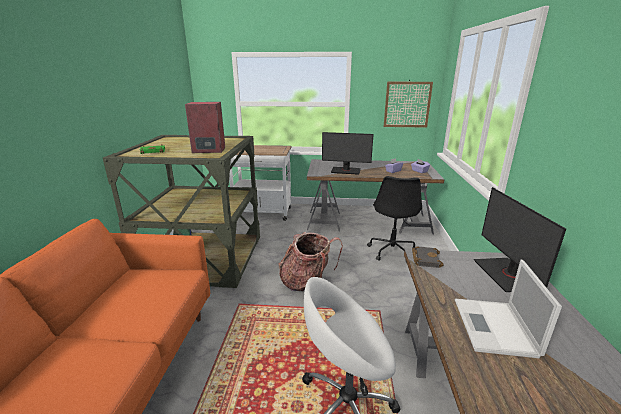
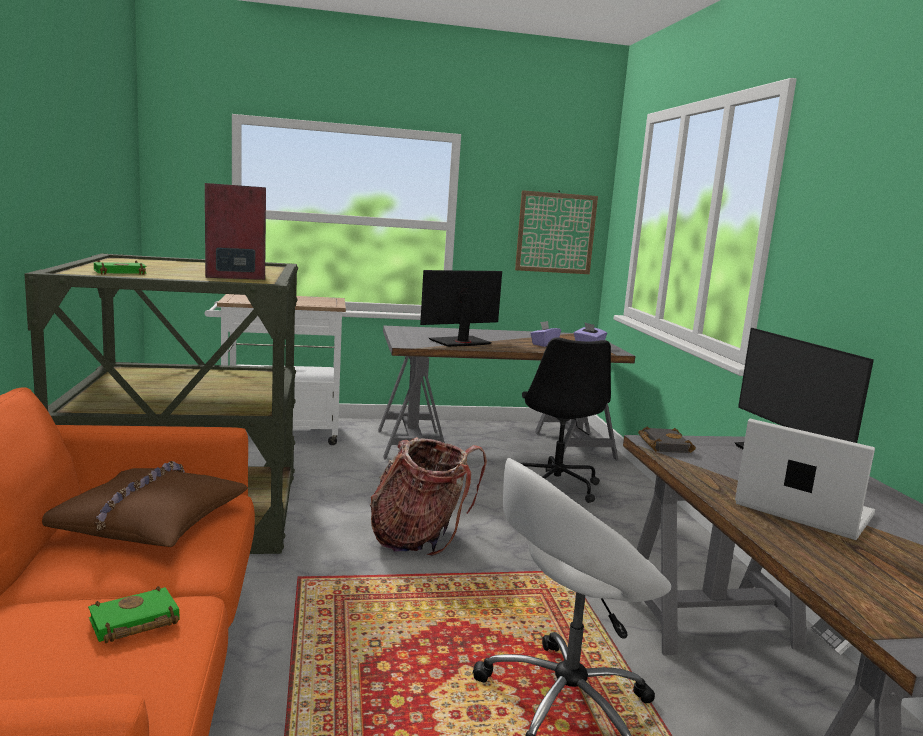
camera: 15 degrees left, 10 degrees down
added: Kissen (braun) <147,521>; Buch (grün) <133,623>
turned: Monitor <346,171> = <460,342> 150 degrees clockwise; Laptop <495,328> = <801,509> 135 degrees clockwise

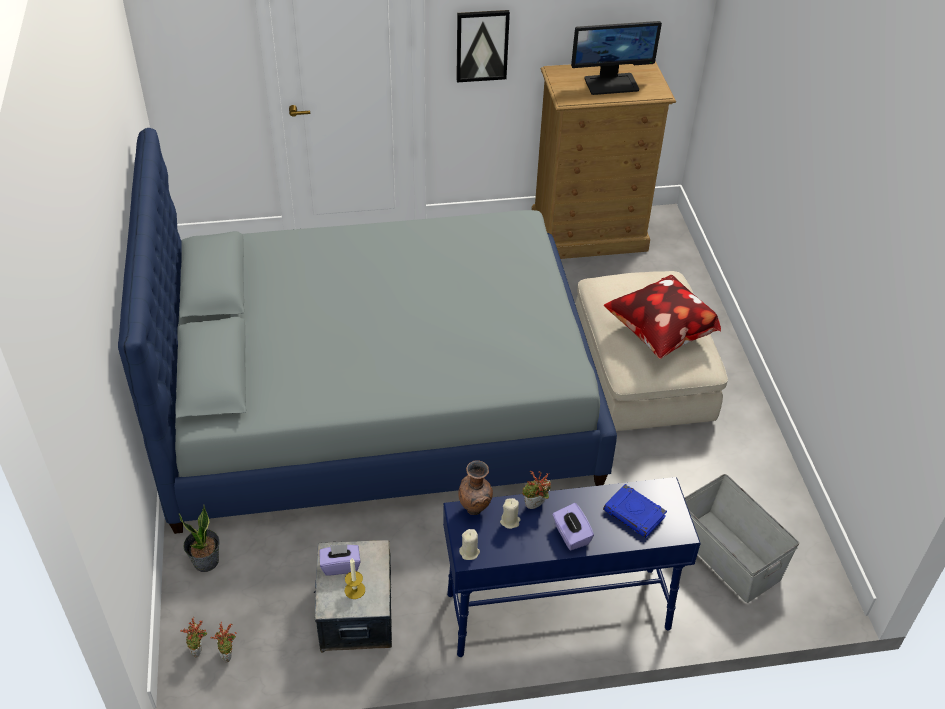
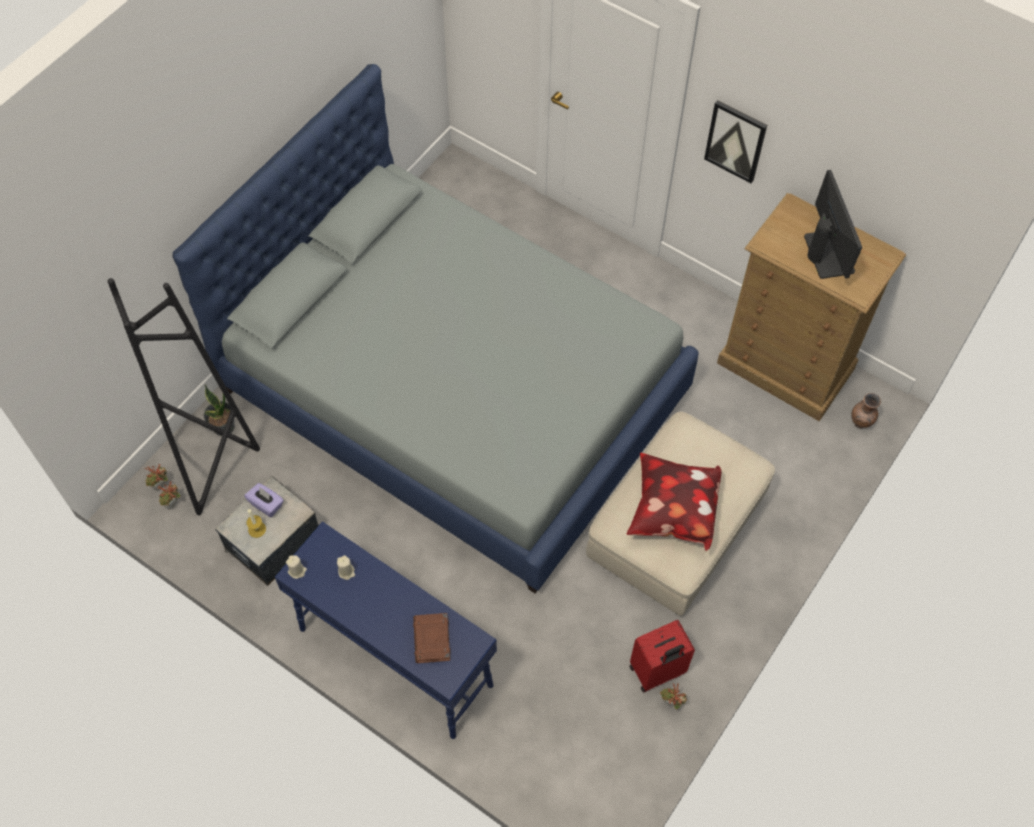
camera: 45 degrees right, 15 degrees up
removed: Taschentuchbox (lila) <571,535>; Aufbewahrungsbox (grau) <728,555>
added: Kleiderständer (schwarz) <210,467>; Koffer (rot) <657,671>
moved: Topfpflanze <535,507> to <670,704>; Vase (braun) <475,510> to <860,424>
recoloured: Buch (blau) <635,514> to Buch (braun) <432,640>
turned: Monitor <611,83> = <827,254> 135 degrees counterclockwise

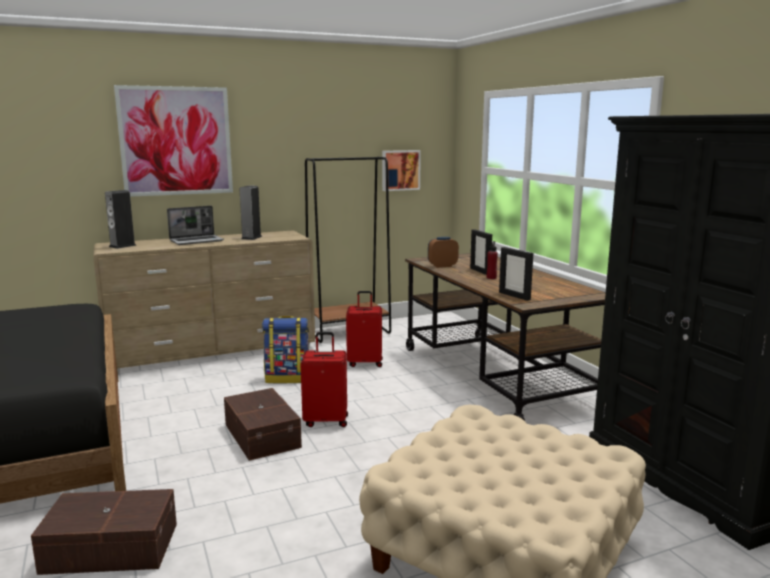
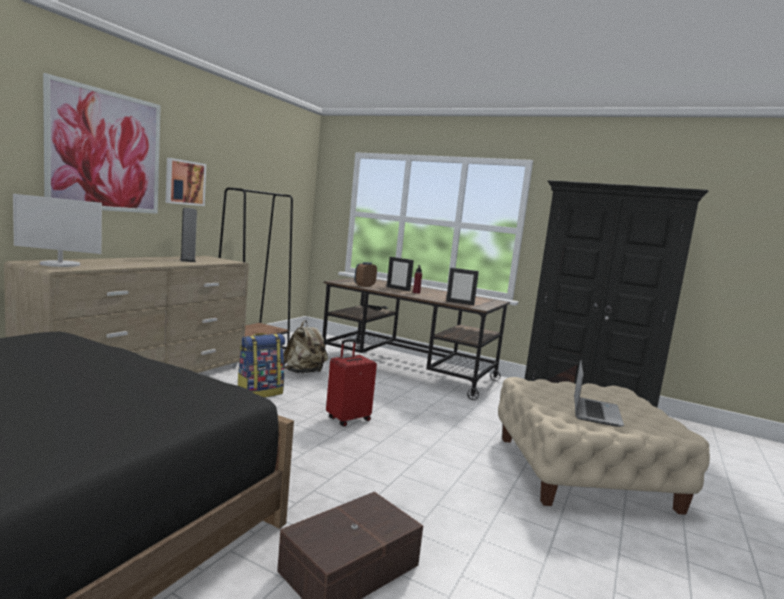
camera: 40 degrees left, 5 degrees down
removed: Aufbewahrungsbox (braun) <263,435>
moved: Bild <400,170> to <184,182>; Laptop <197,241> to <595,412>
replaced: Lautsprecher <122,246> to Monitor <60,264>; Koffer (rot) <365,363> to Rucksack (beige) <304,372>

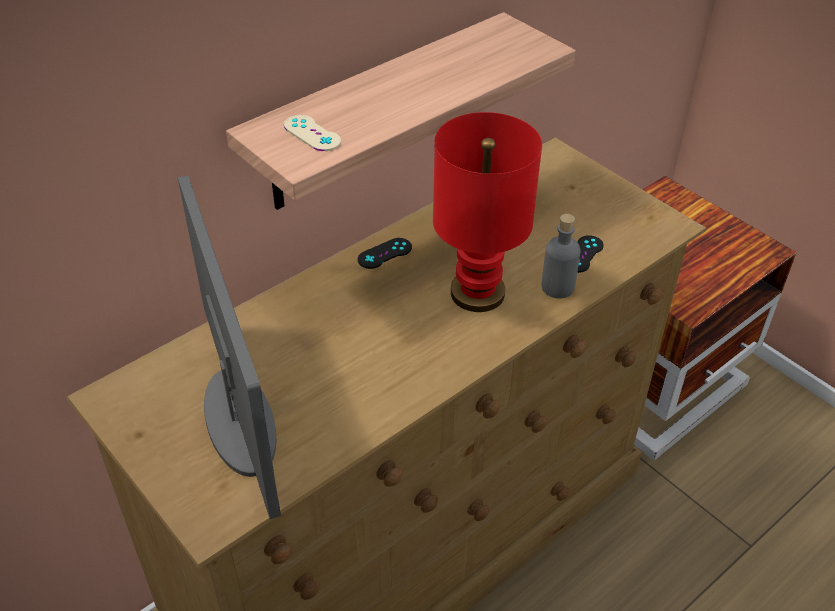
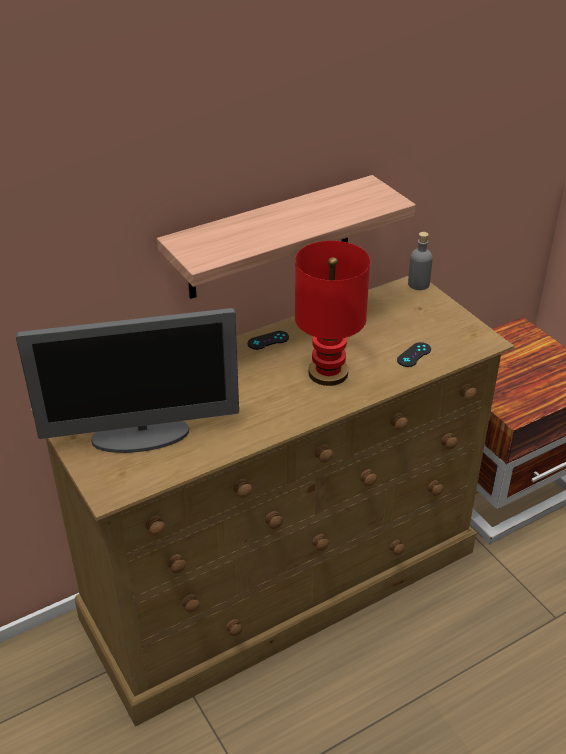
camera: 10 degrees right, 5 degrees down
removed: Gamepad (beige) <312,133>
moved: Flasche (grau) <557,287> to <418,284>
turned: Monitor <239,420> = <141,436> 90 degrees clockwise

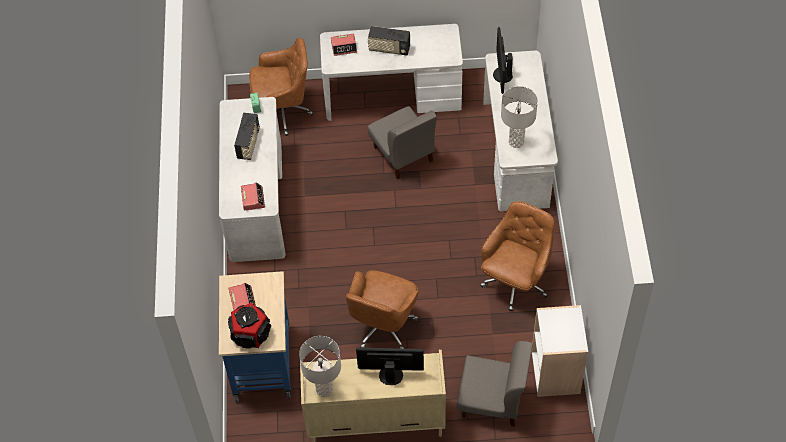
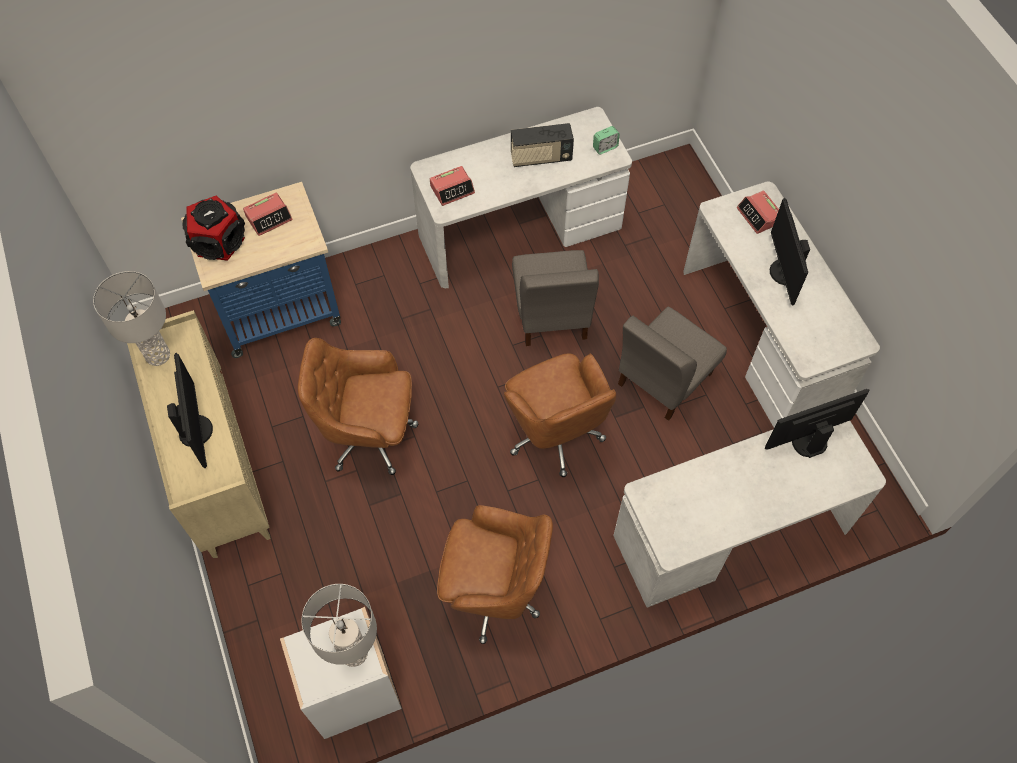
camera: 70 degrees right, 5 degrees up
moved: Tischlampe (weiß) <516,142> to <353,653>; Bürostuhl (braun) <283,111> to <555,434>; Stuhl (grau) <492,401> to <551,314>
replaced: Radio <389,49> to Monitor <783,272>

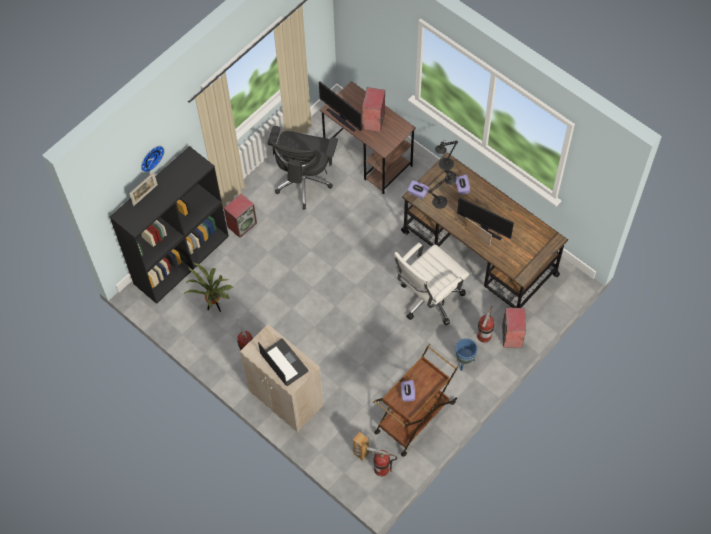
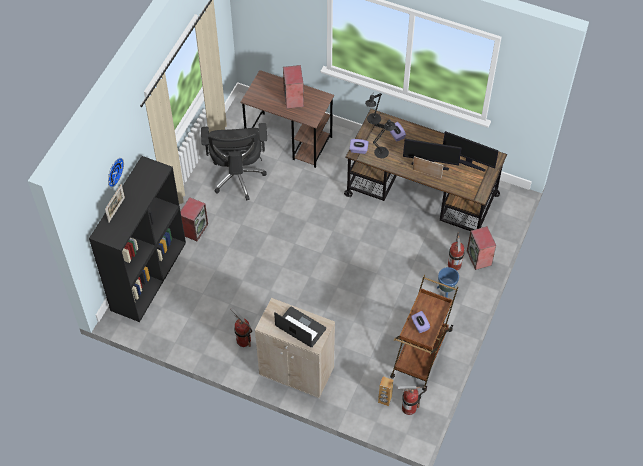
camera: 20 degrees left, 5 degrees down
removed: Topfpflanze <215,308>; Bürostuhl (weiß) <429,300>
moved: Monitor <341,119> to <468,163>

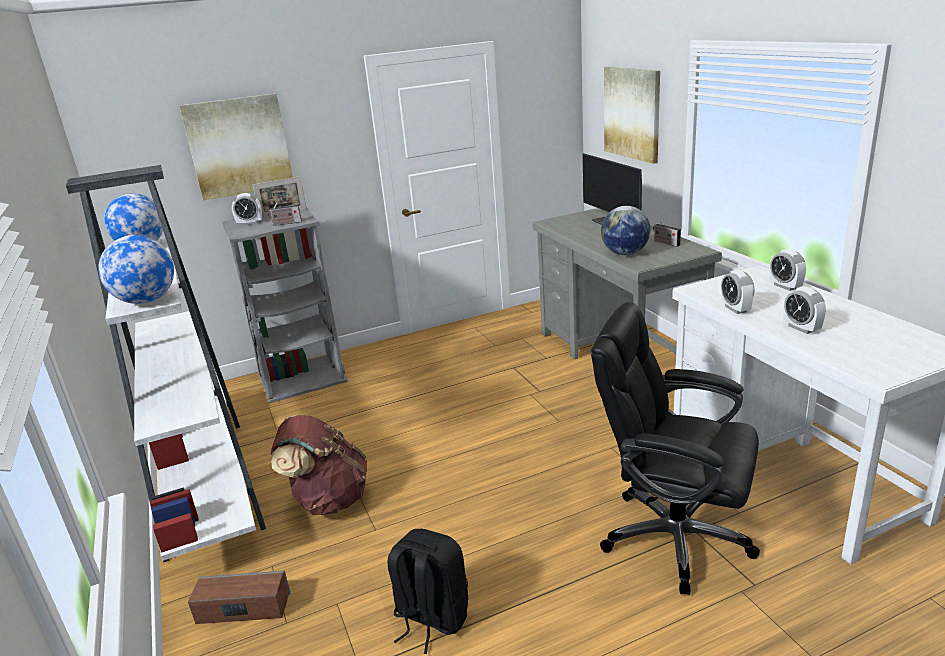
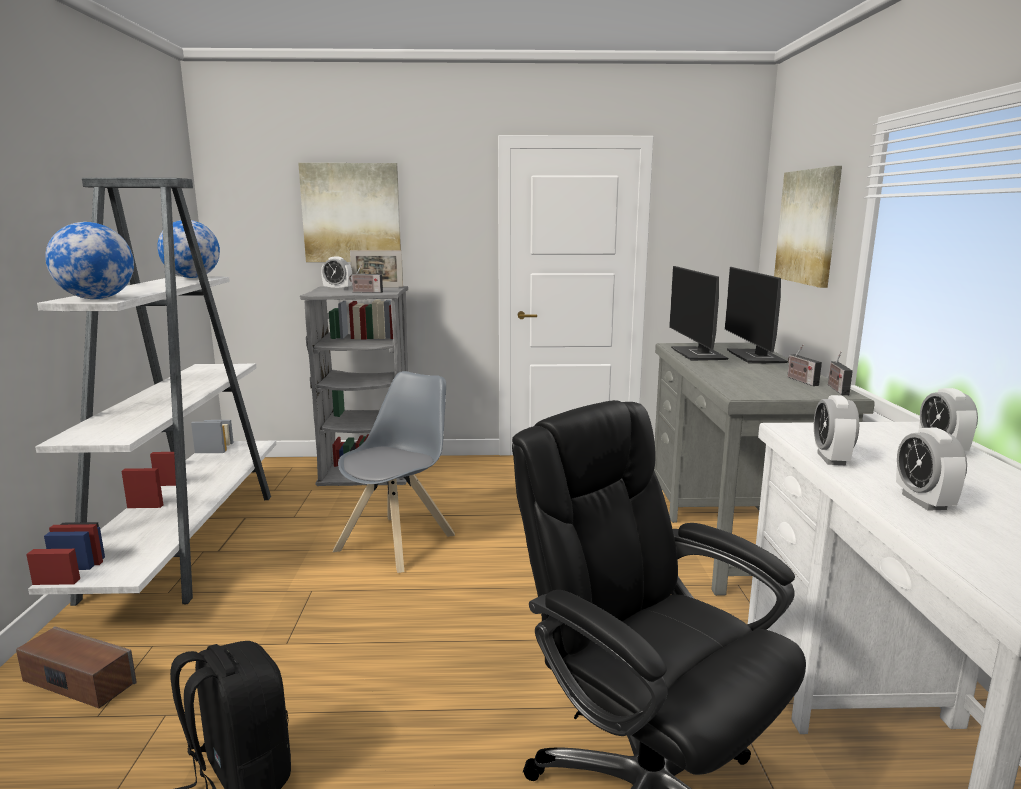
camera: 20 degrees right, 10 degrees down
removed: Rucksack (braun) <328,499>; Globus <625,253>
added: Stuhl (grau) <398,541>; Monitor <699,354>; Radio <836,389>

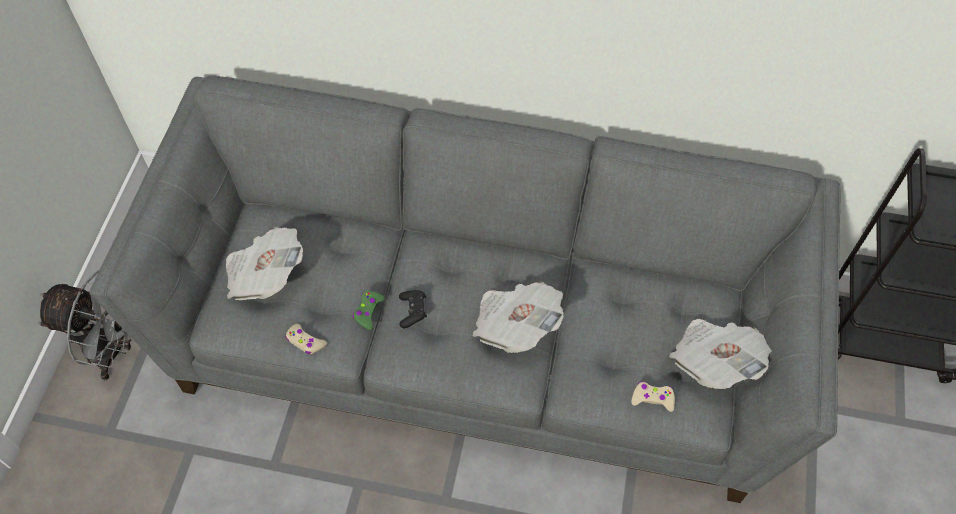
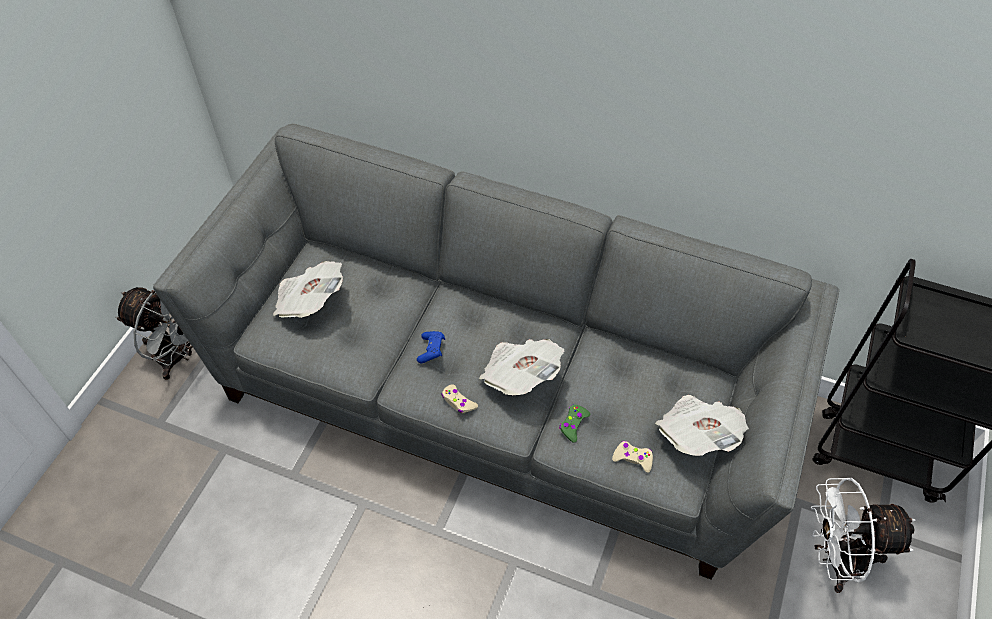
camera: 10 degrees right, 5 degrees down
added: Ventilator (weiß) <835,560>
moved: Gamepad (beige) <305,342> to <458,402>; Gamepad (grün) <368,311> to <573,424>
recoloured: Gamepad (schwarz) <413,311> to Gamepad (blau) <431,350>

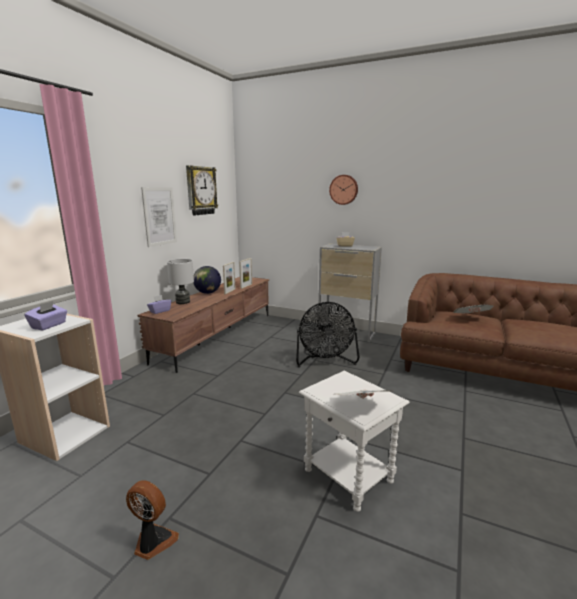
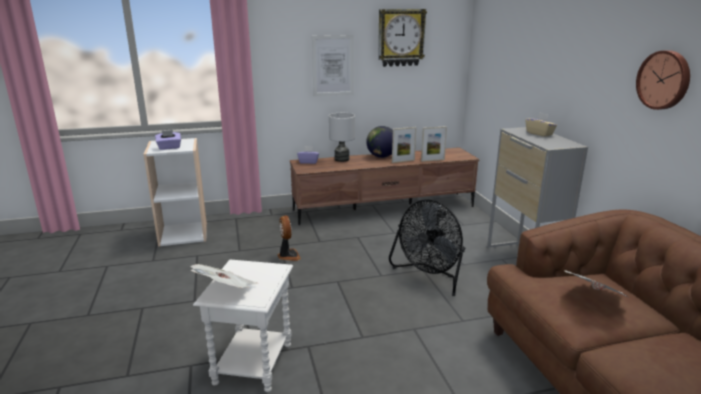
camera: 50 degrees right, 5 degrees up
moved: Ventilator <153,542> to <288,256>; Wanduhr <344,189> to <664,80>

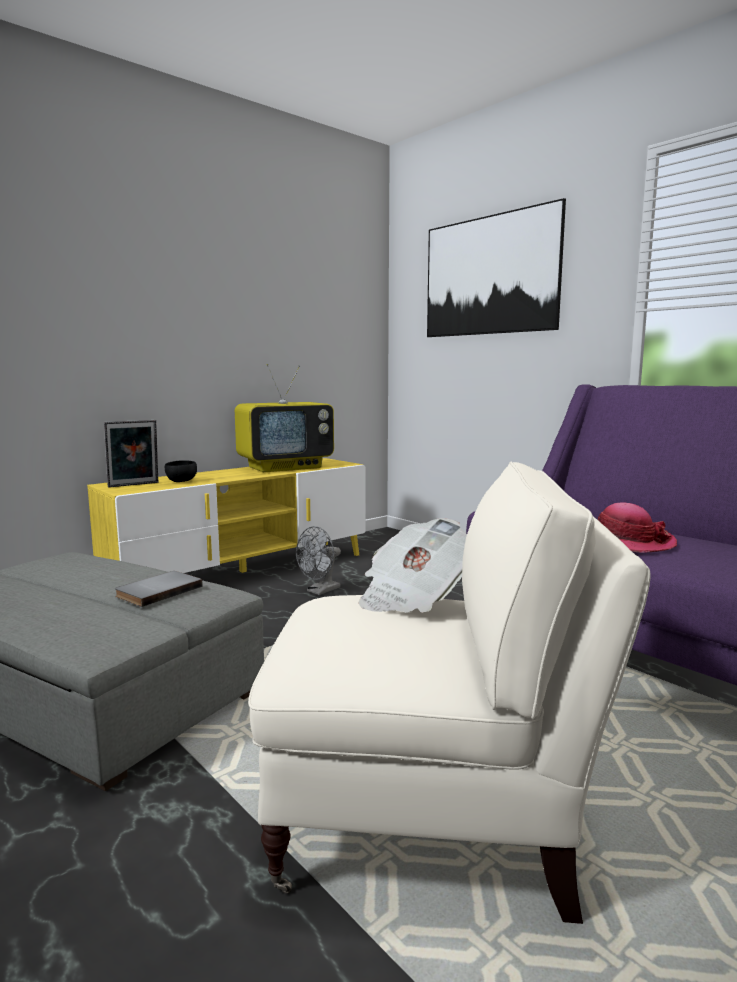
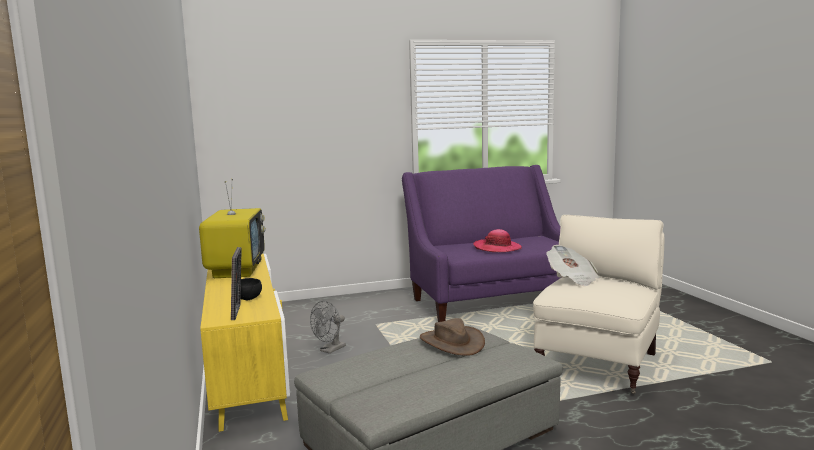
camera: 65 degrees left, 0 degrees up
removed: Bild <489,275>
replaced: Buch (grau) <157,591> to Hut (braun) <451,342>
turned: Ventilator (grau) <320,591> = <330,350> 60 degrees clockwise

